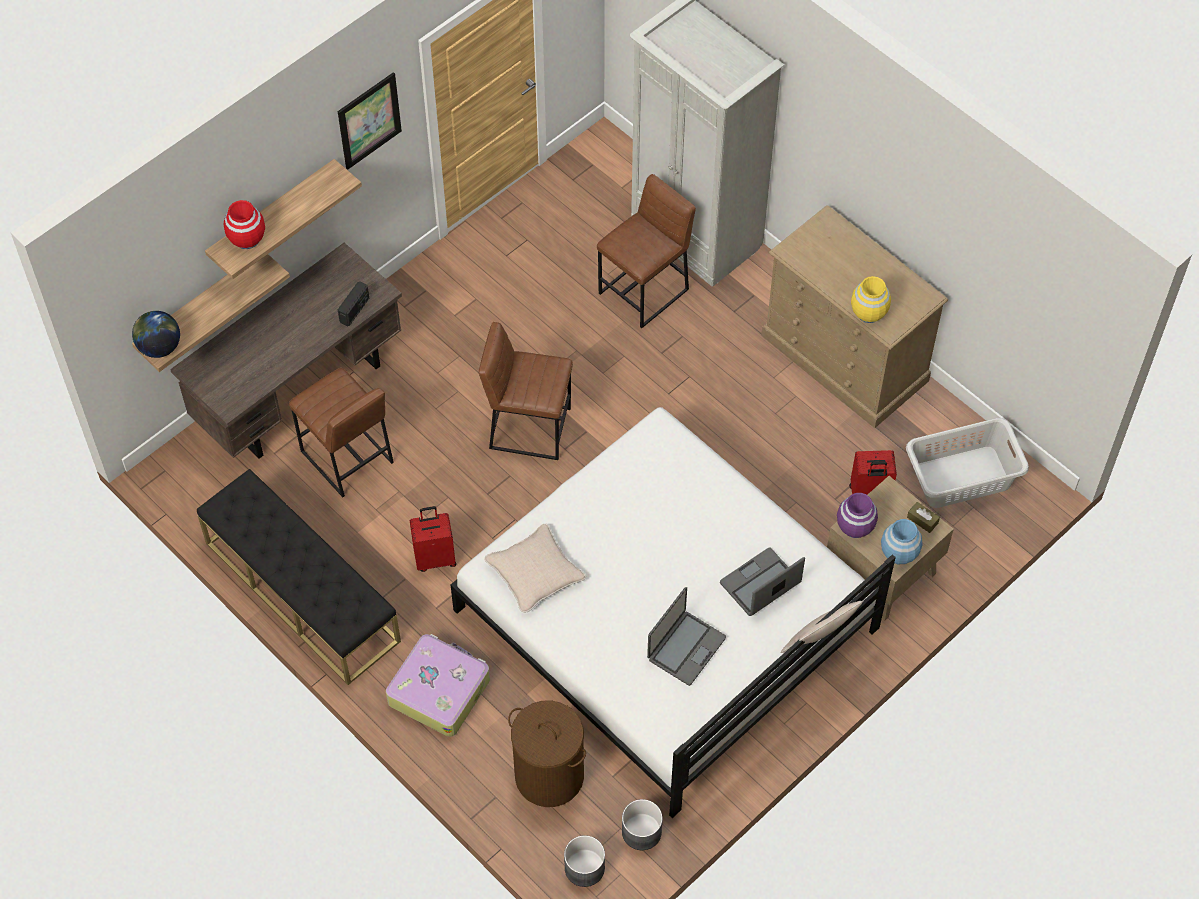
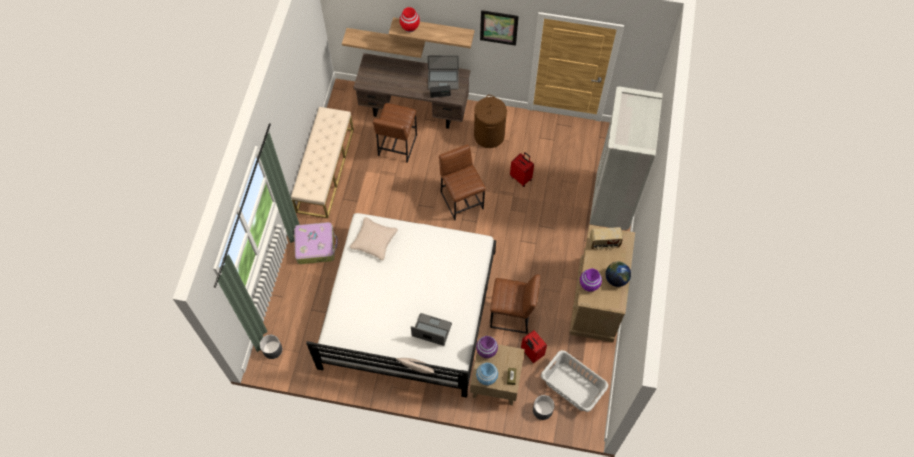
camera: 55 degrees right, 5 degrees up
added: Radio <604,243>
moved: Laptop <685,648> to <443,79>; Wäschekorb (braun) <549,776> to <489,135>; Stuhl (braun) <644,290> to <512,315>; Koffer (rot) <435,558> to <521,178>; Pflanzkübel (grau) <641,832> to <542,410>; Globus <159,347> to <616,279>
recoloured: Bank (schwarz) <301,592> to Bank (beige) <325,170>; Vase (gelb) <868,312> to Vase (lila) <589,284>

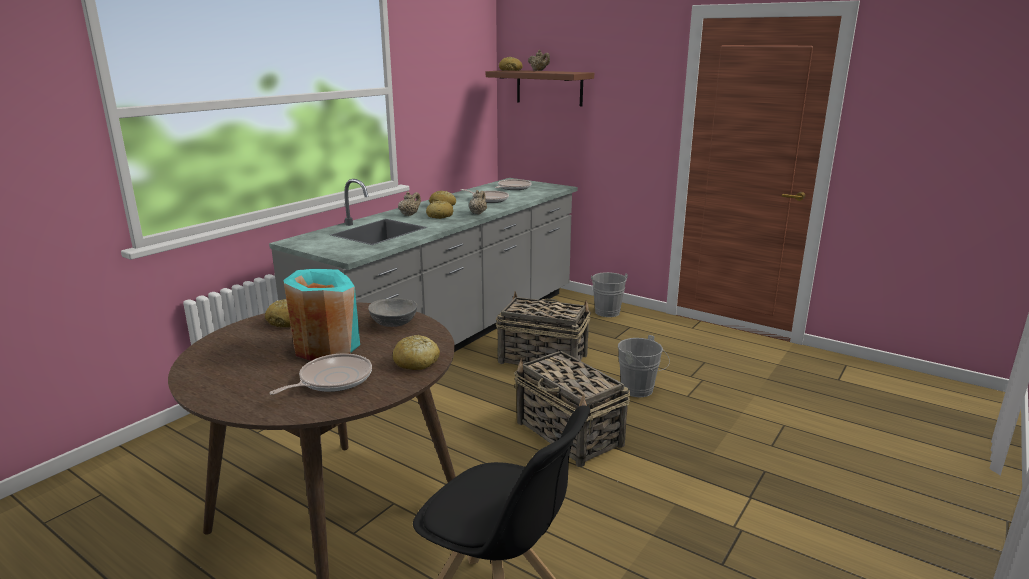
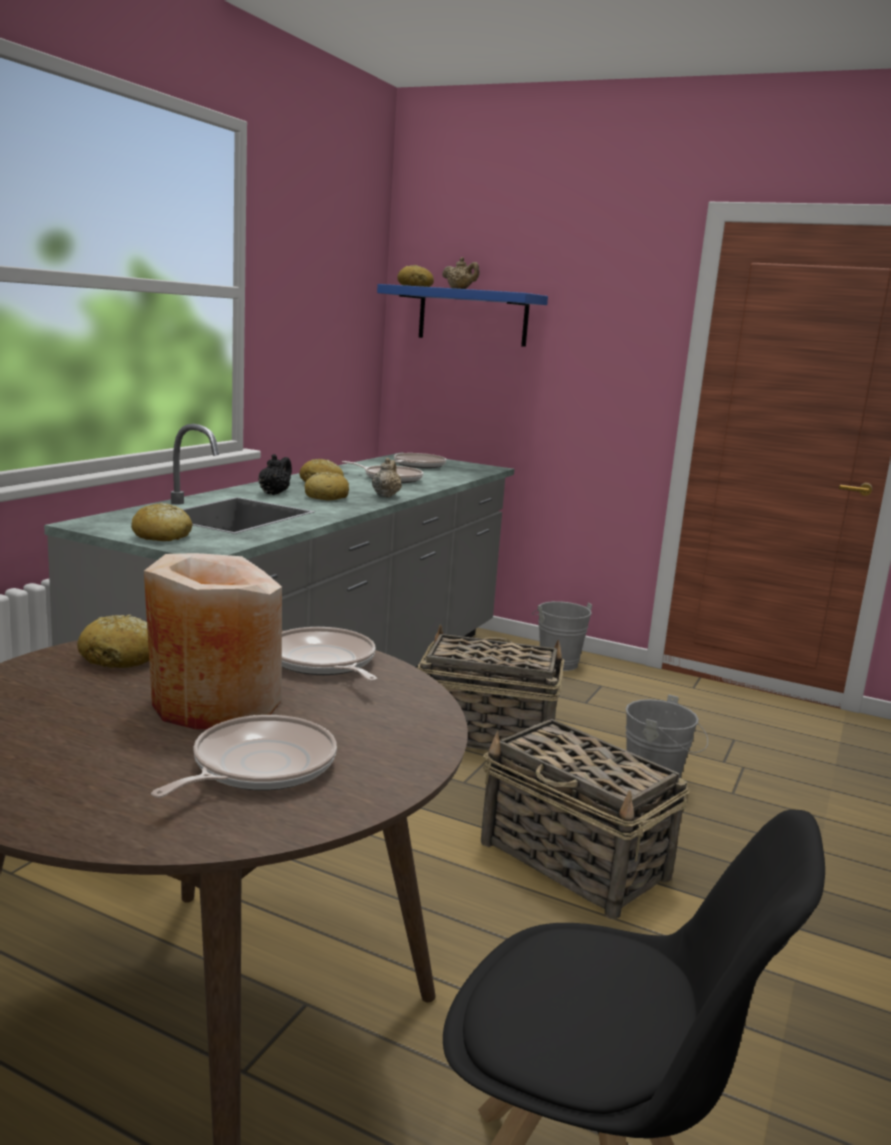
camera: 10 degrees left, 5 degrees down
moved: Brot <416,362> to <162,536>
replaced: Schüssel (grau) <393,323> to Pfanne <323,663>
recoloured: Vase (türkis) <325,346> to Vase (beige) <214,703>; Teekanne (beige) <409,215> to Teekanne (schwarz) <274,493>; Wandregal (braun) <549,87> to Wandregal (blau) <473,316>

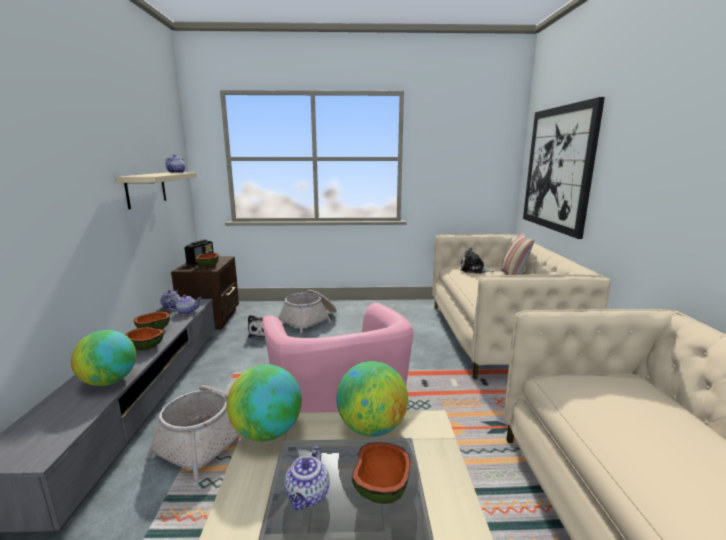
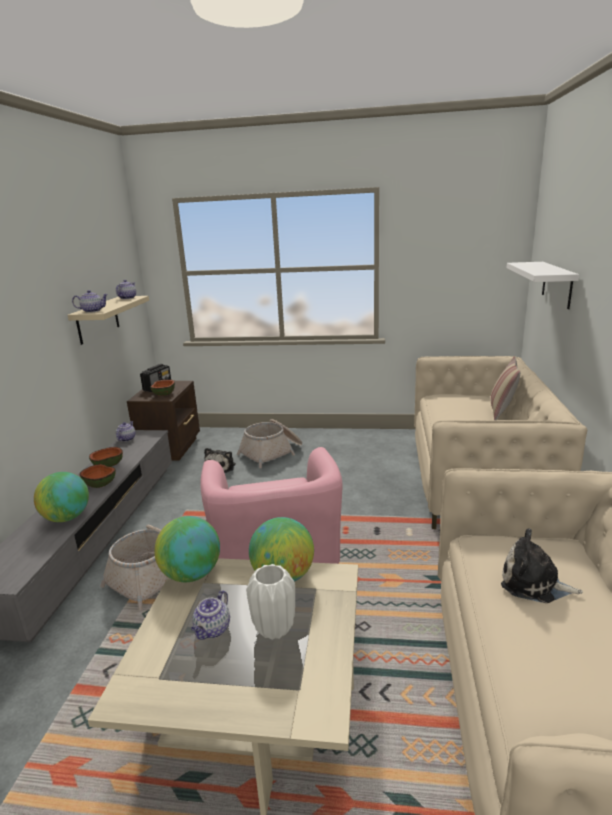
camera: 10 degrees right, 5 degrees up
moved: Teekanne <186,312> to <92,311>; Plüschtier <473,270> to <534,583>
replaced: Schüssel <380,487> to Vase (weiß) <274,628>; Bild <558,169> to Wandregal (weiß) <557,284>

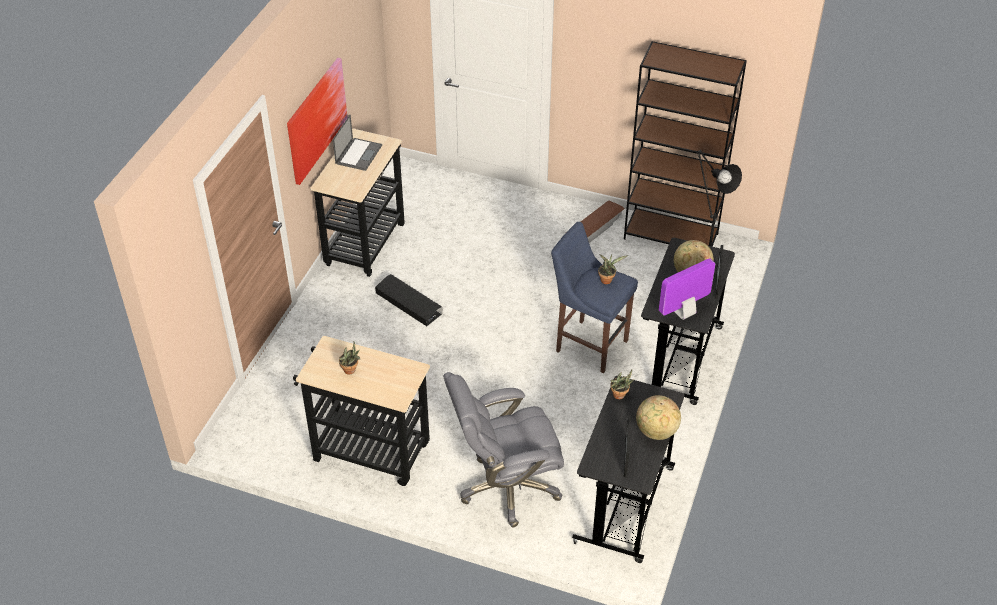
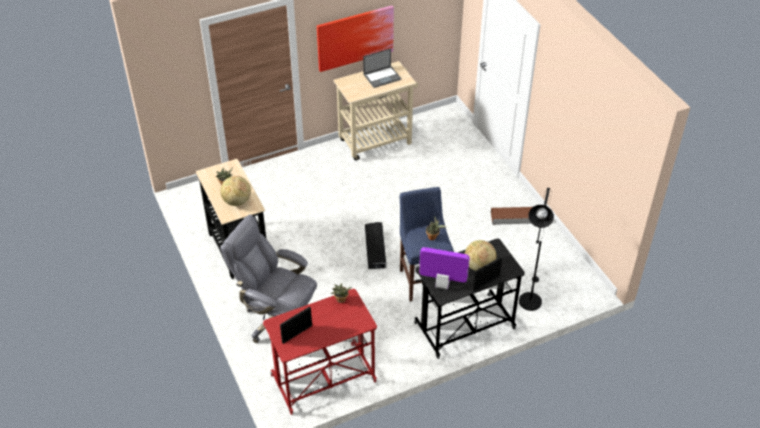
camera: 45 degrees right, 0 degrees up
removed: Bücherregal (braun) <671,236>
moved: Globus <656,431> to <237,201>; Aufbewahrungsbox (schwarz) <408,303> to <375,248>
recoloured: Schreibtisch (schwarz) <624,505> to Schreibtisch (rot) <323,379>; Rollwagen (schwarz) <365,244> to Rollwagen (beige) <376,141>

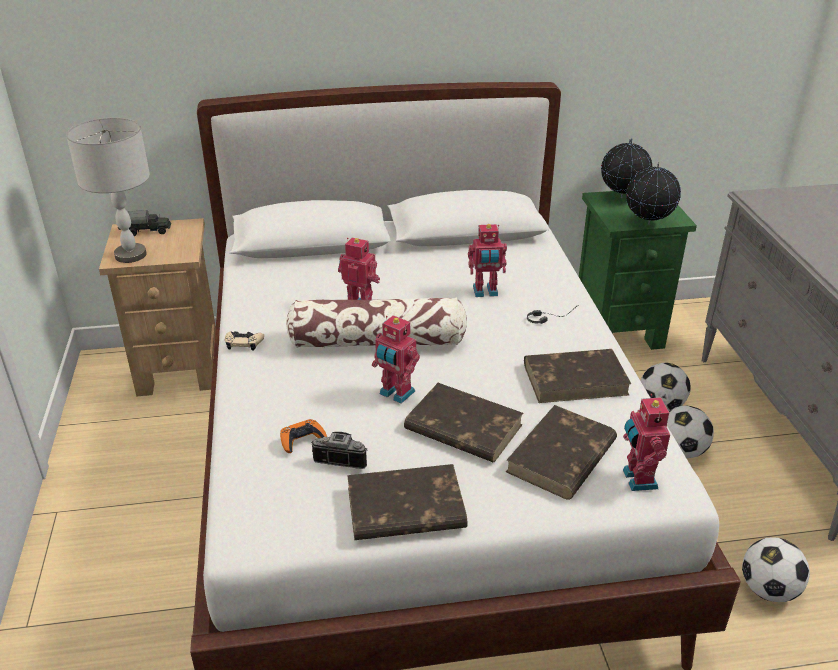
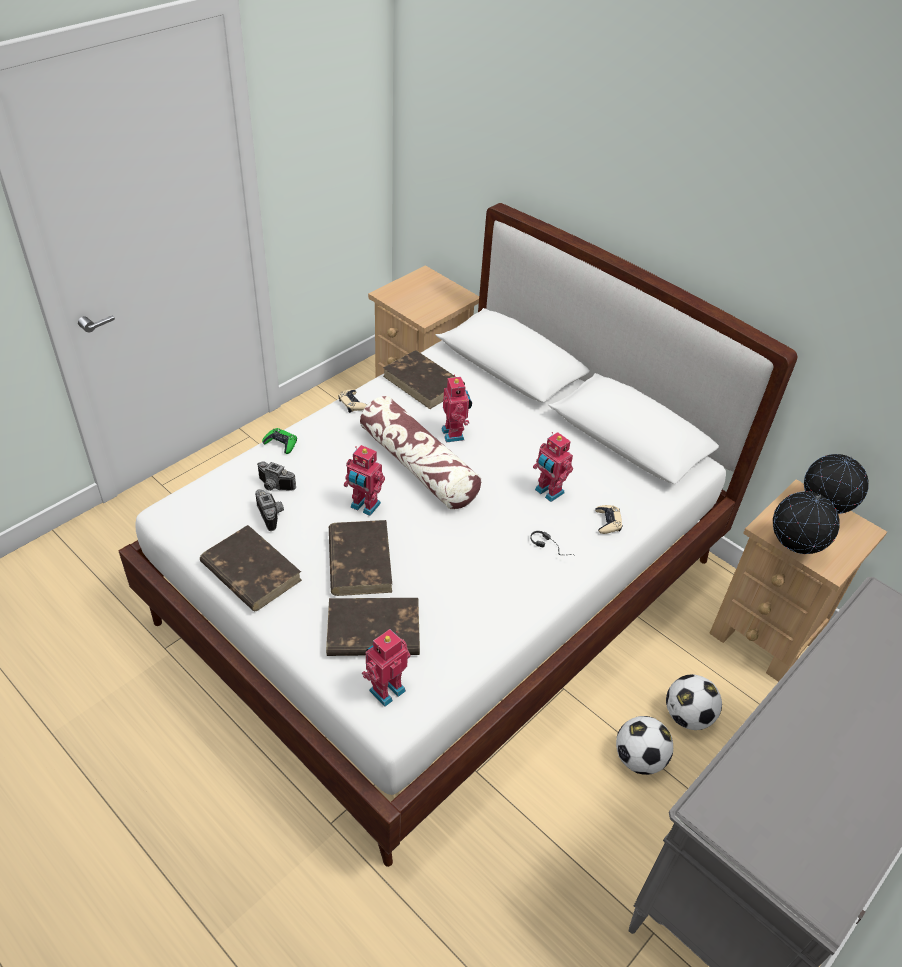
camera: 50 degrees right, 10 degrees up
removed: Tischlampe (grau) <130,255>; Spielzeuglaster <146,231>; Fußball <768,590>
added: Gamepad (grün) <281,443>; Gamepad (beige) <608,522>
moved: Buch (braun) <576,379> to <424,382>
replaced: Gamepad (orange) <302,440> to Kamera <274,486>
recoloured: Nachttisch (grün) <619,332> to Nachttisch (beige) <765,636>
turned: Spielzeugroboter <395,394> = <364,506> 60 degrees counterclockwise

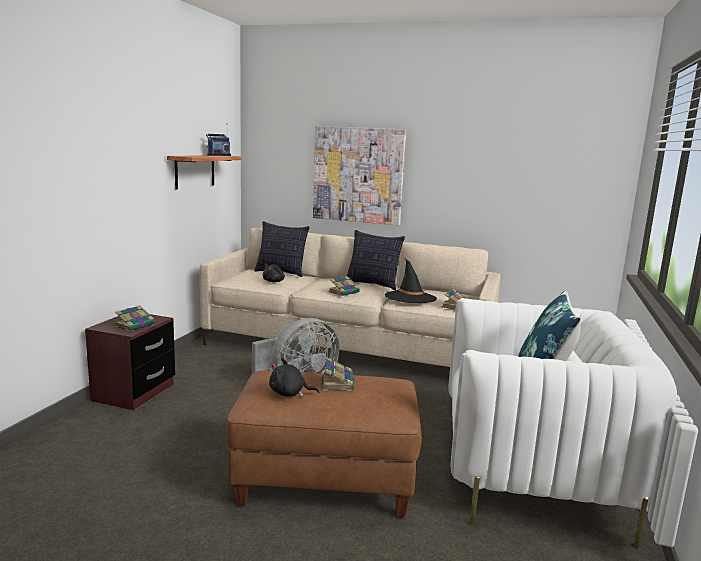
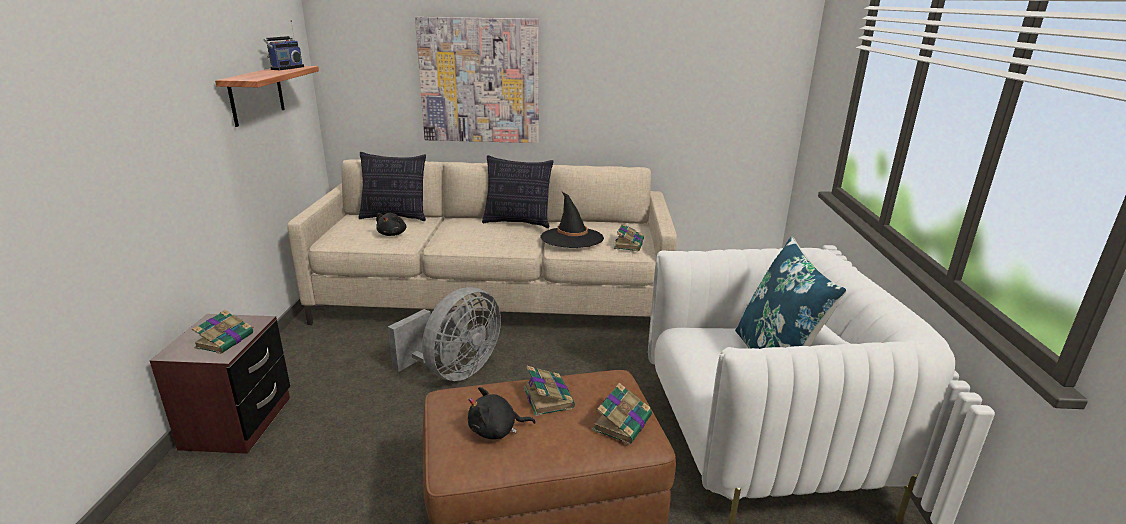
camera: 15 degrees left, 10 degrees up
moved: Buch <344,292> to <622,422>

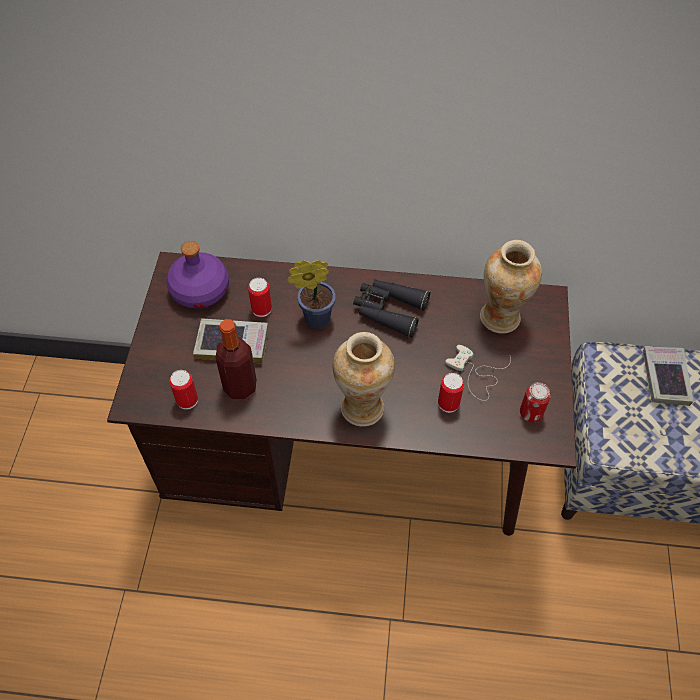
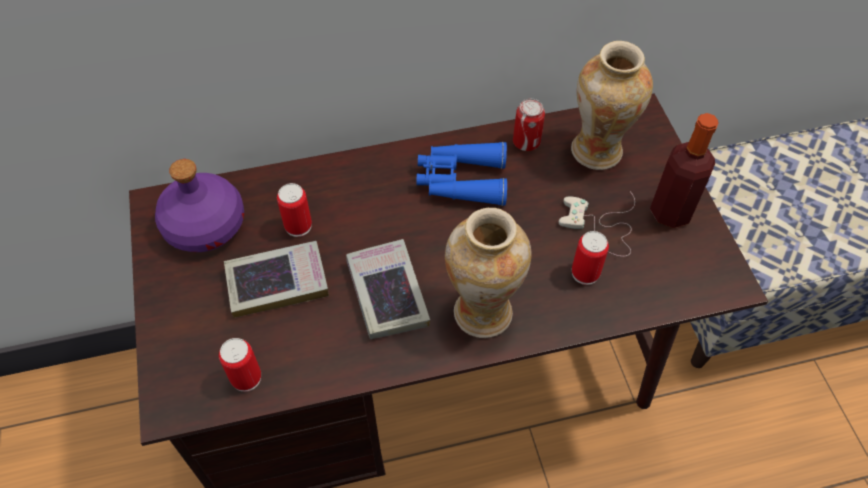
camera: 20 degrees left, 0 degrees up
removed: Topfpflanze <313,319>
moved: Buch <665,378> to <387,293>; Dose <531,413> to <526,142>; Flasche <240,387> to <670,212>
recoloured: Fernglas (schwarz) <389,310> to Fernglas (blau) <461,180>

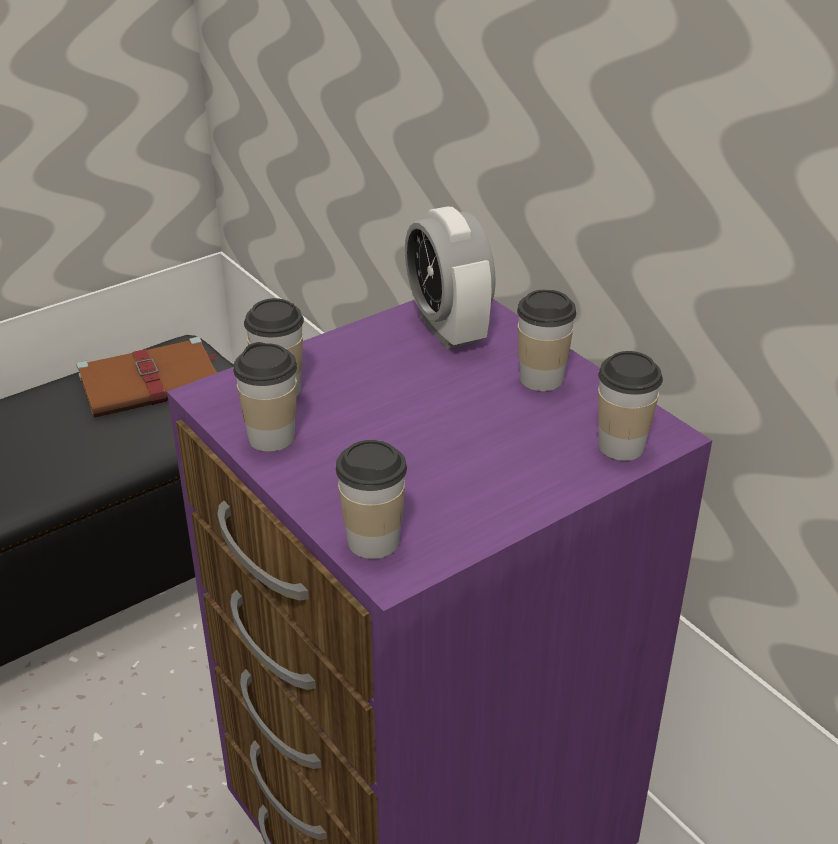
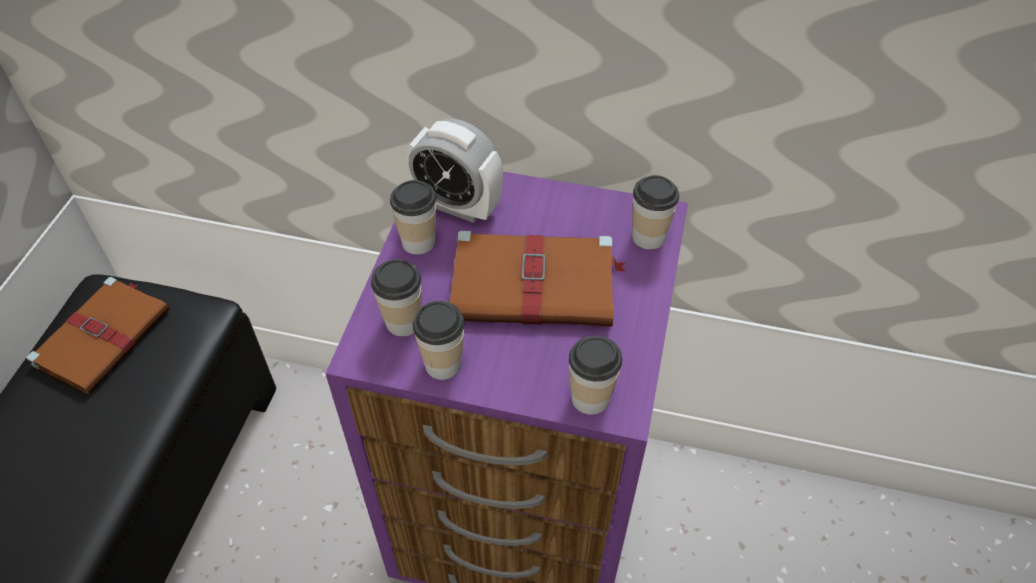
camera: 40 degrees left, 15 degrees up
added: Buch (braun) <536,284>
moved: Tasse <541,379> to <418,242>

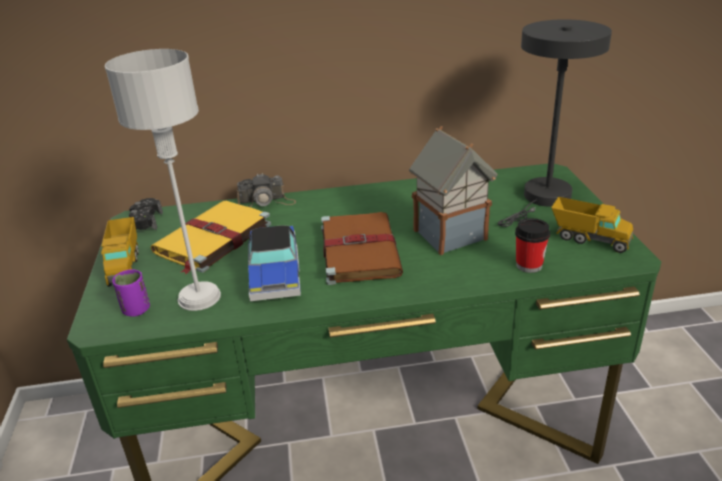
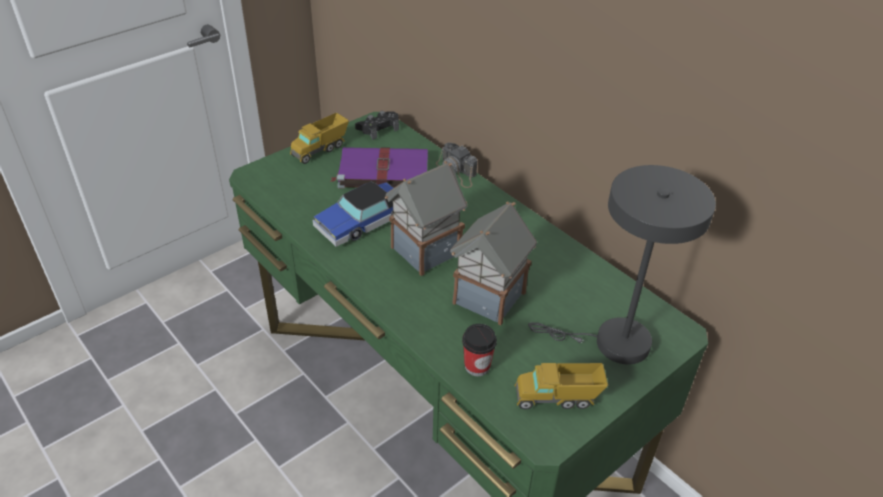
camera: 55 degrees right, 10 degrees up
removed: Tischlampe (grau) <198,297>; Tasse (lila) <136,310>
replaced: Buch (braun) <359,249> to Spielzeughaus <424,252>
recoloured: Buch (gelb) <212,239> to Buch (lila) <381,171>
turned: Spielzeuglaster <589,239> = <557,398> 90 degrees clockwise

